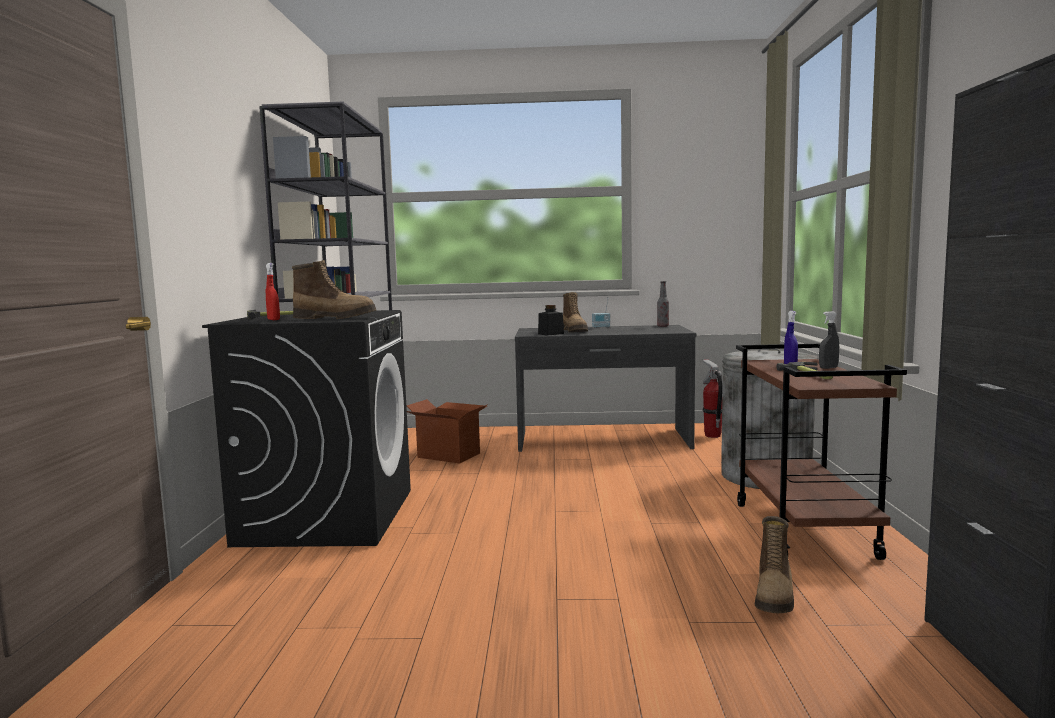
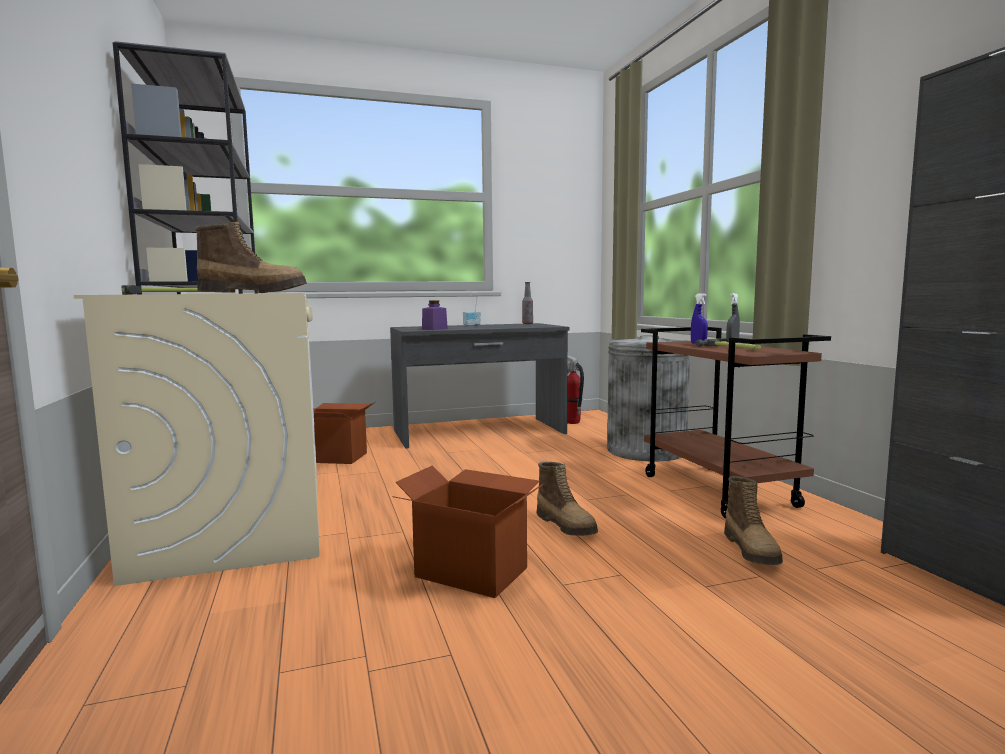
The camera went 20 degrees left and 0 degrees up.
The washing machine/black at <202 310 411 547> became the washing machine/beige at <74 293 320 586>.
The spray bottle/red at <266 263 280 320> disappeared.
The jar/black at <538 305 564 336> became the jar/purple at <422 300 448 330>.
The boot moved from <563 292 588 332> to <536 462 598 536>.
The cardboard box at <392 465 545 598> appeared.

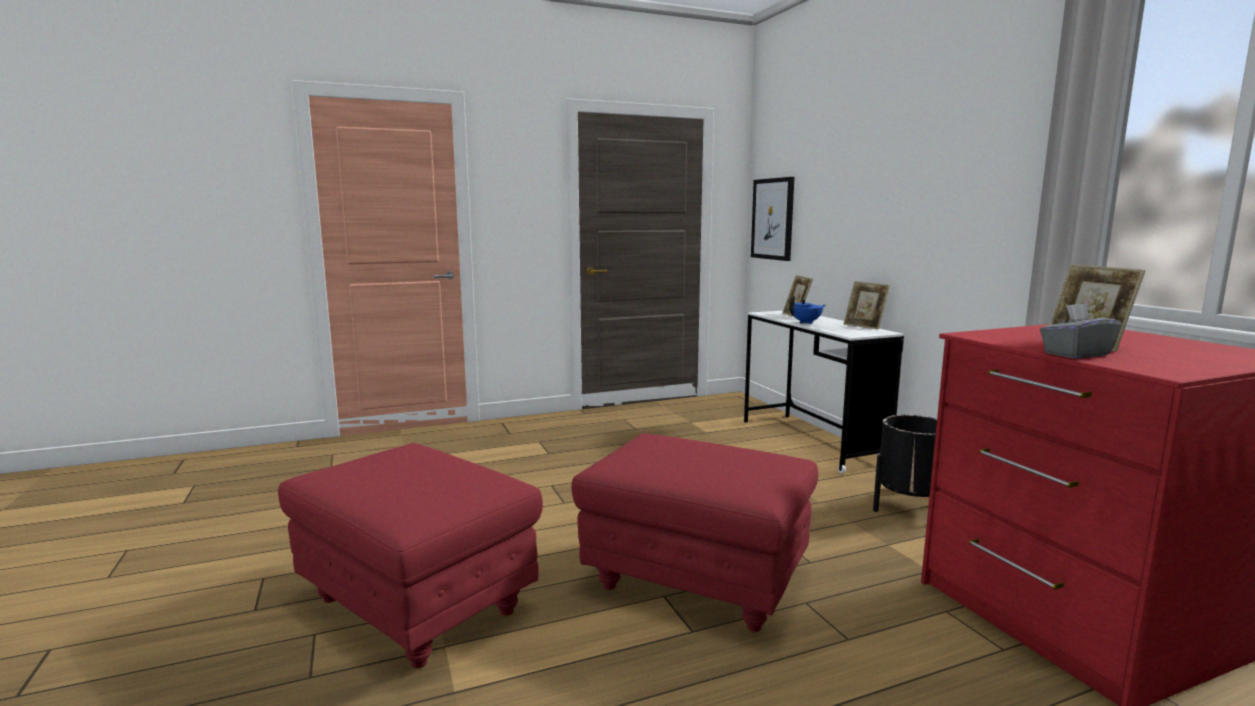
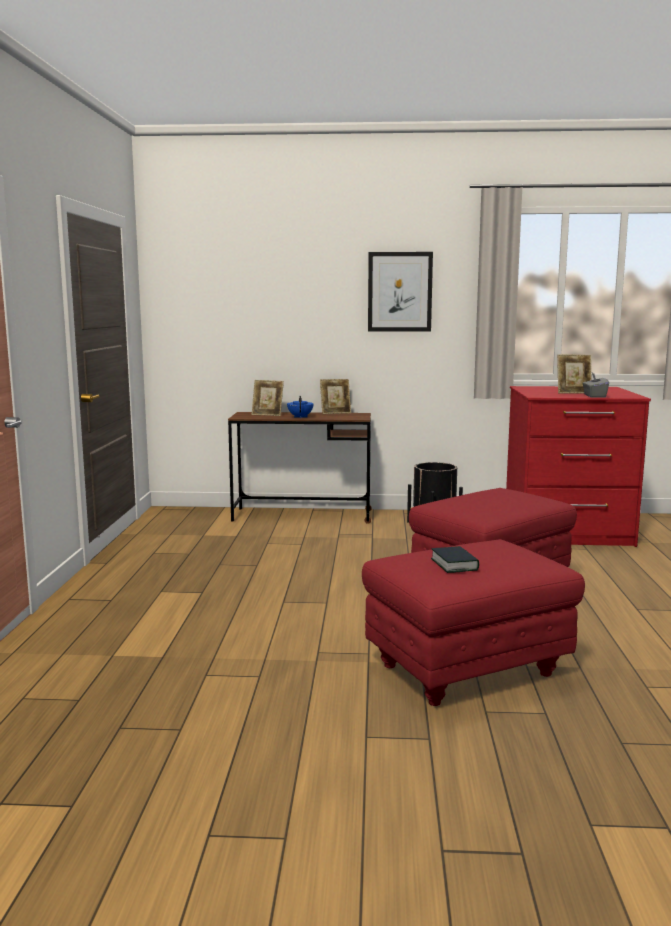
The camera went 65 degrees left and 0 degrees up.
The desk/white at <744 311 904 473> became the desk/brown at <228 412 372 524>.
The picture moved from <751 177 794 261> to <368 252 433 332>.
The book at <431 546 479 573> appeared.

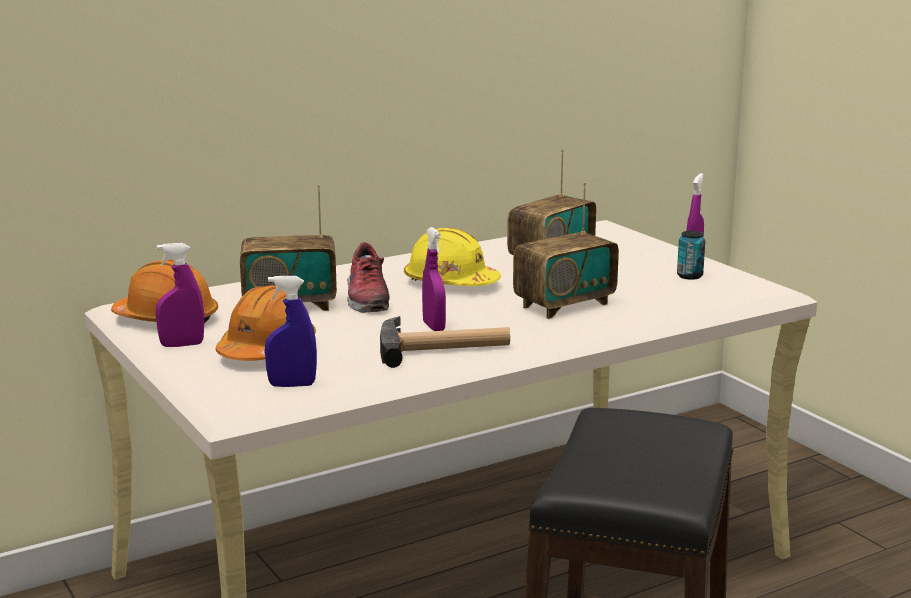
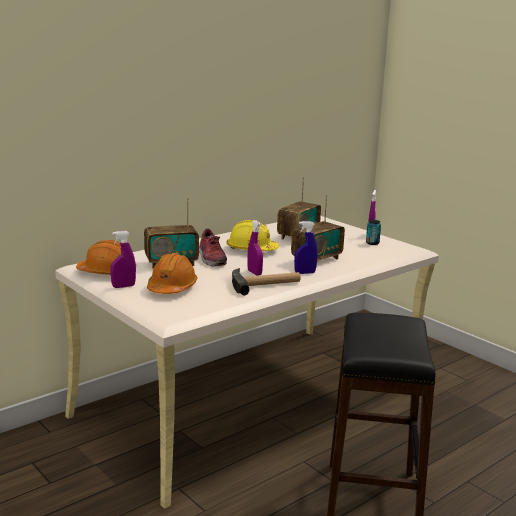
The camera went 10 degrees left and 0 degrees up.
The spray bottle/blue moved from <265 276 317 387> to <294 221 318 274>.

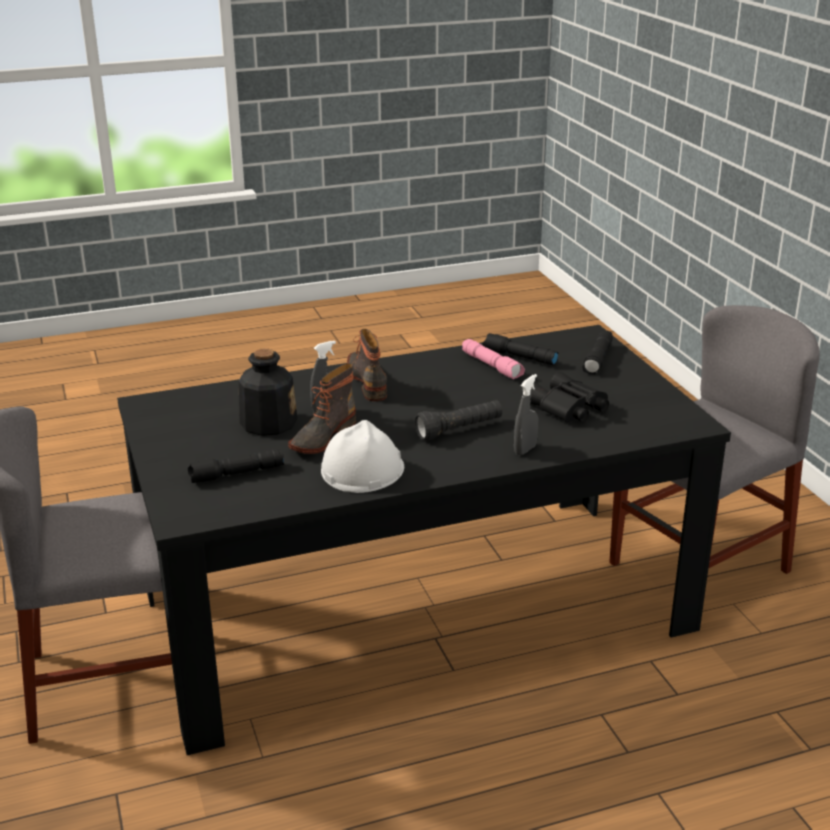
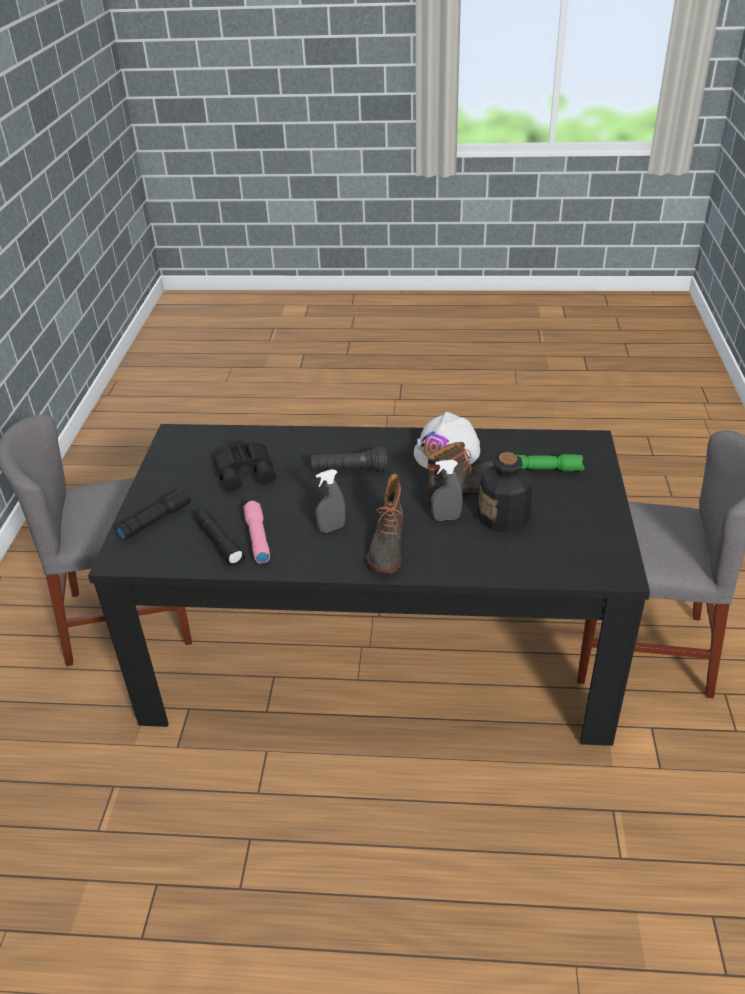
The camera went 155 degrees left and 10 degrees up.
The flashlight/black at <188 449 284 483> became the flashlight/green at <517 454 584 471>.
The spray bottle/grey moved from <514 374 538 455> to <315 469 345 533>.

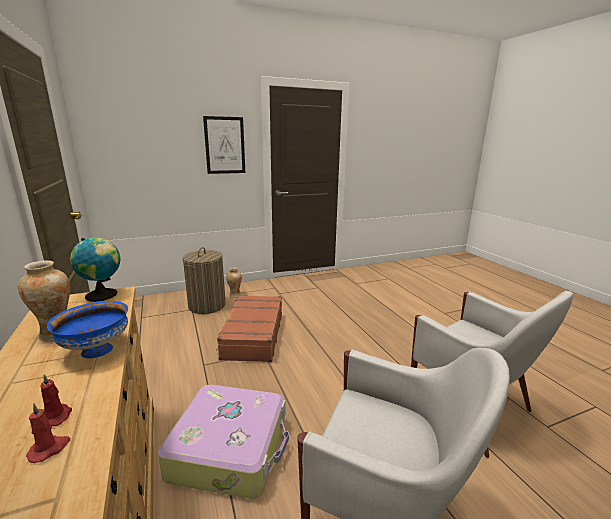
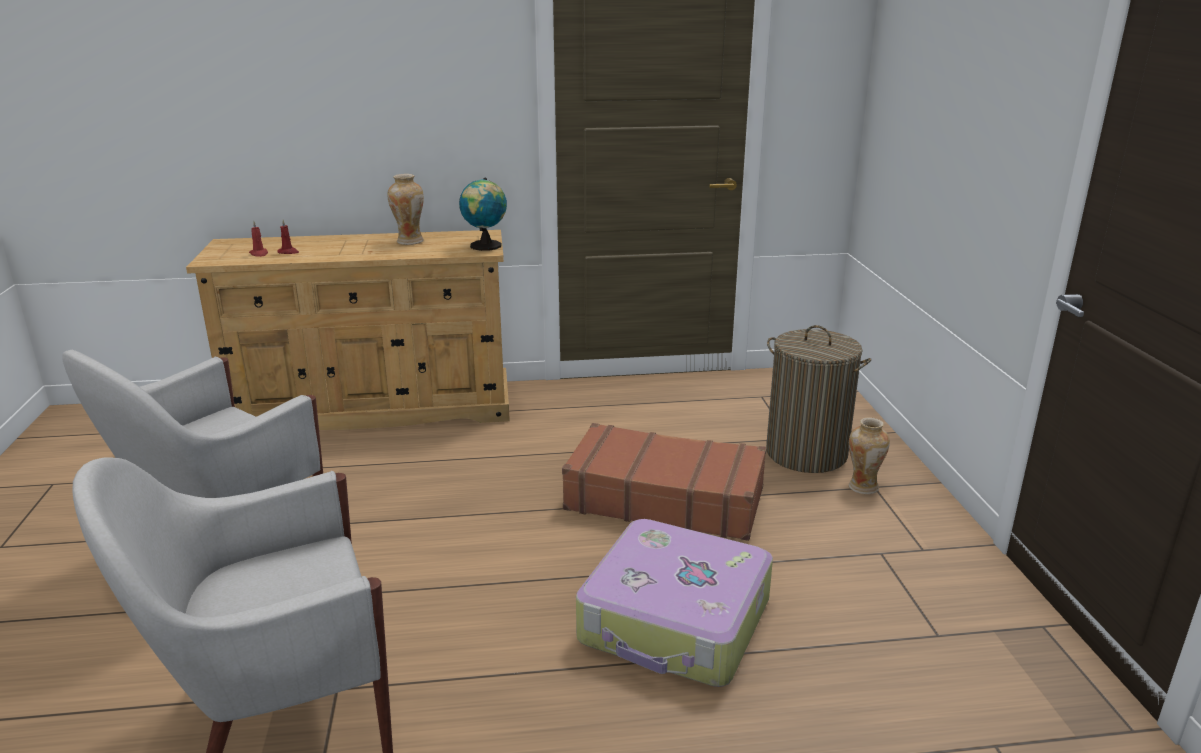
The camera went 105 degrees right and 5 degrees up.
The bowl/blue at <47 301 128 358> disappeared.
The suitcase moved from <158 385 289 499> to <576 519 773 687>.
The picture at <203 116 245 174> disappeared.

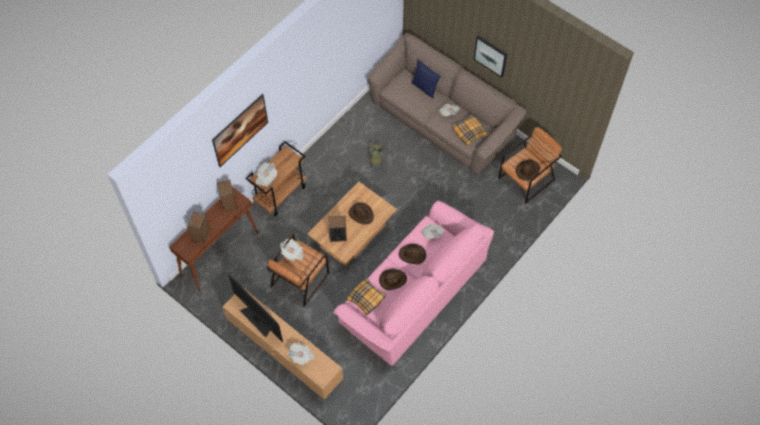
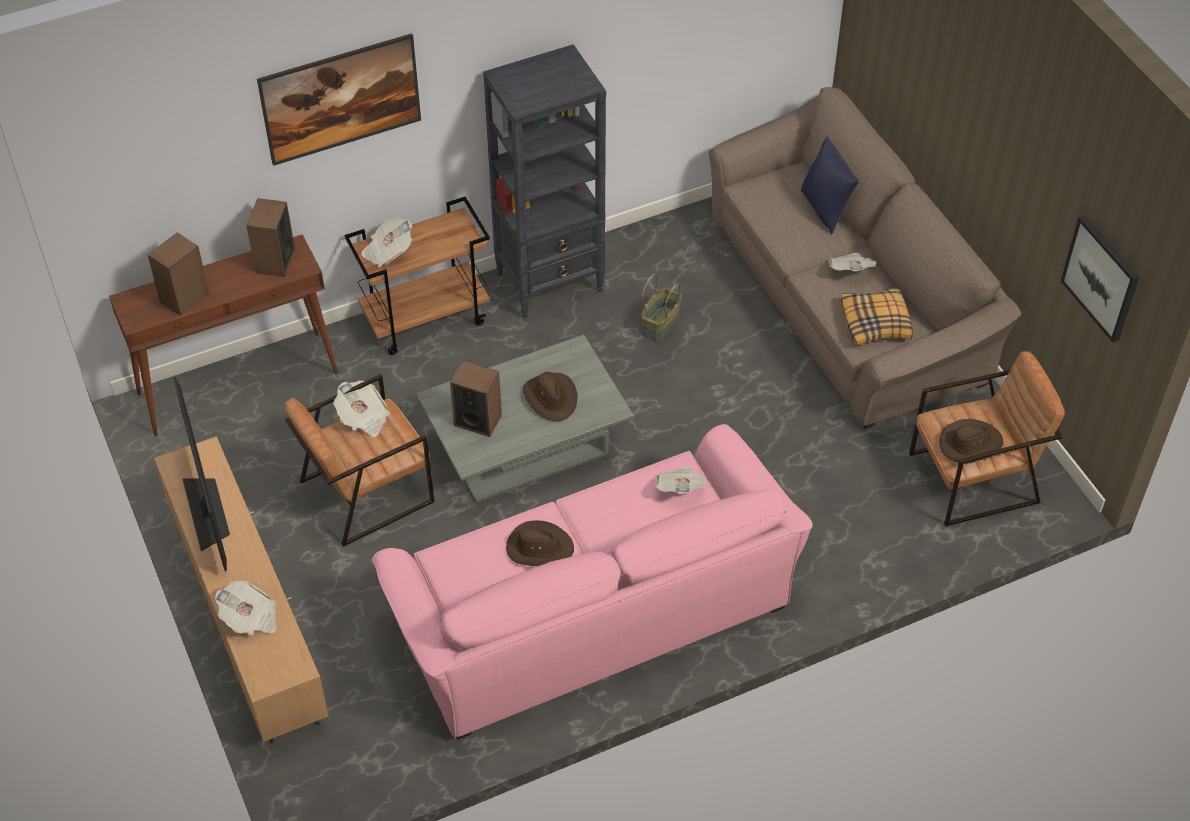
The camera went 25 degrees right and 10 degrees down.
The coffee table/brown at <307 182 397 267> became the coffee table/grey at <416 335 634 503>.
The pillow at <347 278 386 315> disappeared.
The hat/brown at <398 244 426 264> disappeared.
The picture moved from <473 36 507 78> to <1061 215 1139 342>.
The bookcase/black at <483 44 606 318> appeared.

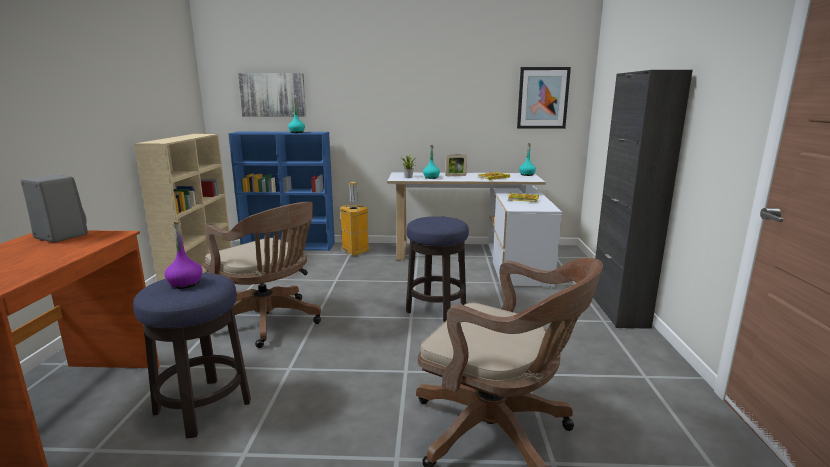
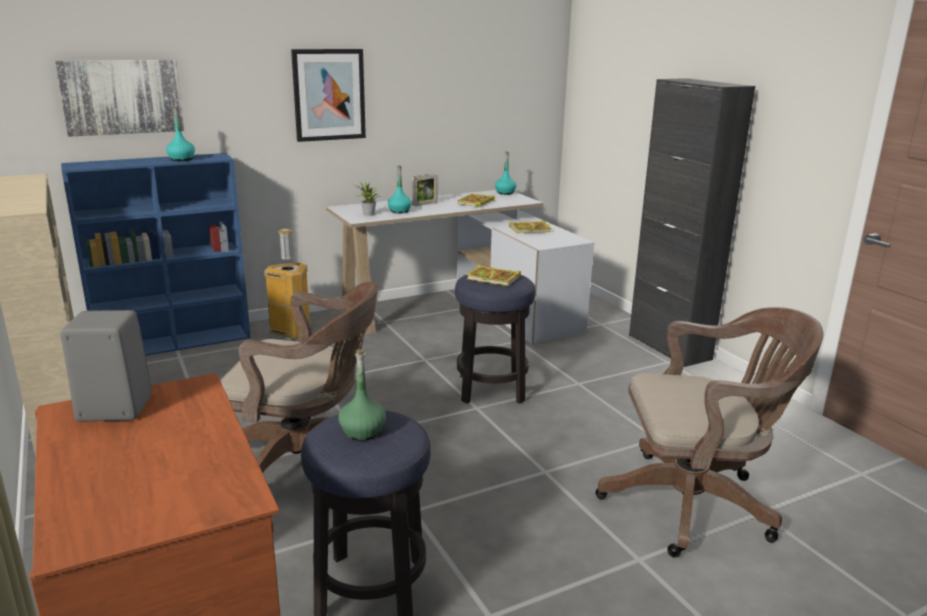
The camera went 30 degrees left and 5 degrees up.
The bottle/purple at <165 221 202 289> became the bottle/green at <339 350 386 441>.
The picture moved from <517 67 571 129> to <291 49 366 142>.
The book at <467 265 521 286> appeared.

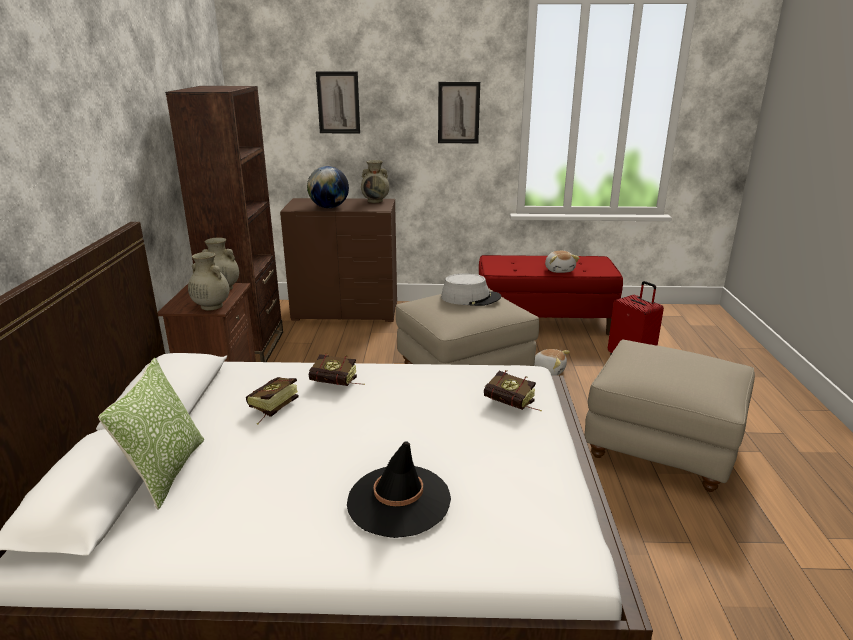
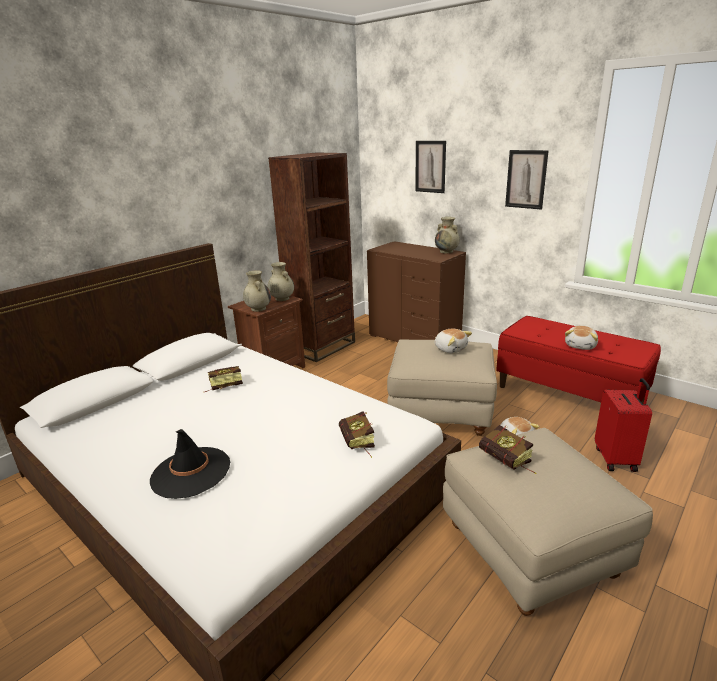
The camera went 40 degrees right and 0 degrees up.
The pillow at <98 358 204 510> disappeared.
The globe at <307 166 349 208> disappeared.
The book moved from <308 353 365 386> to <479 425 536 474>.
The hat/grey at <441 274 501 306> was replaced by the plush toy at <435 329 472 353>.

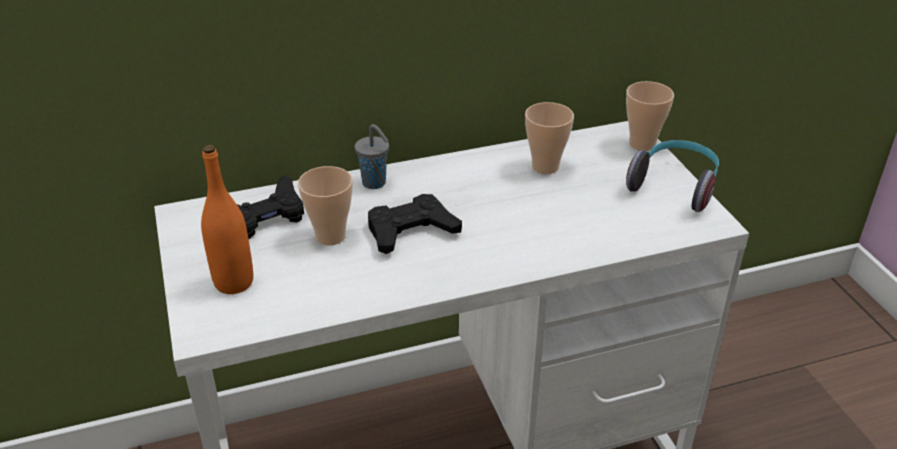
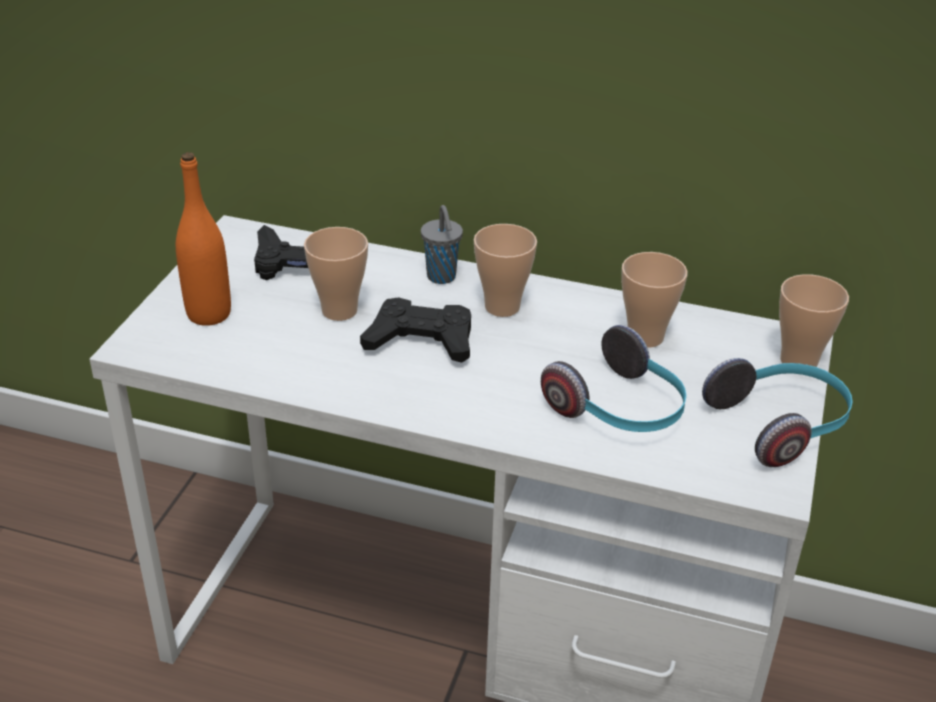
The camera went 35 degrees right and 0 degrees up.
The cup at <474 224 537 317> appeared.
The headphones at <541 325 686 432> appeared.

